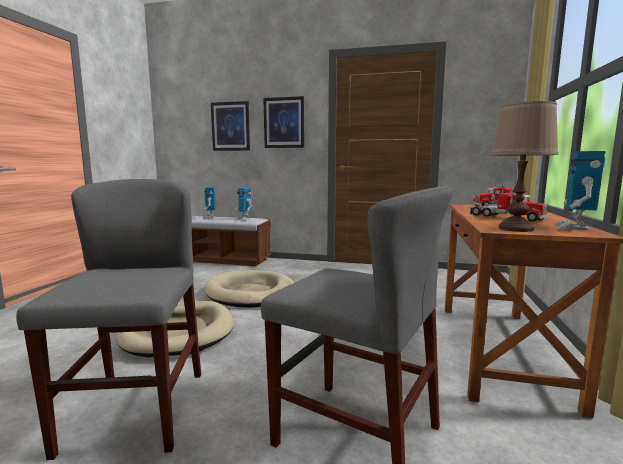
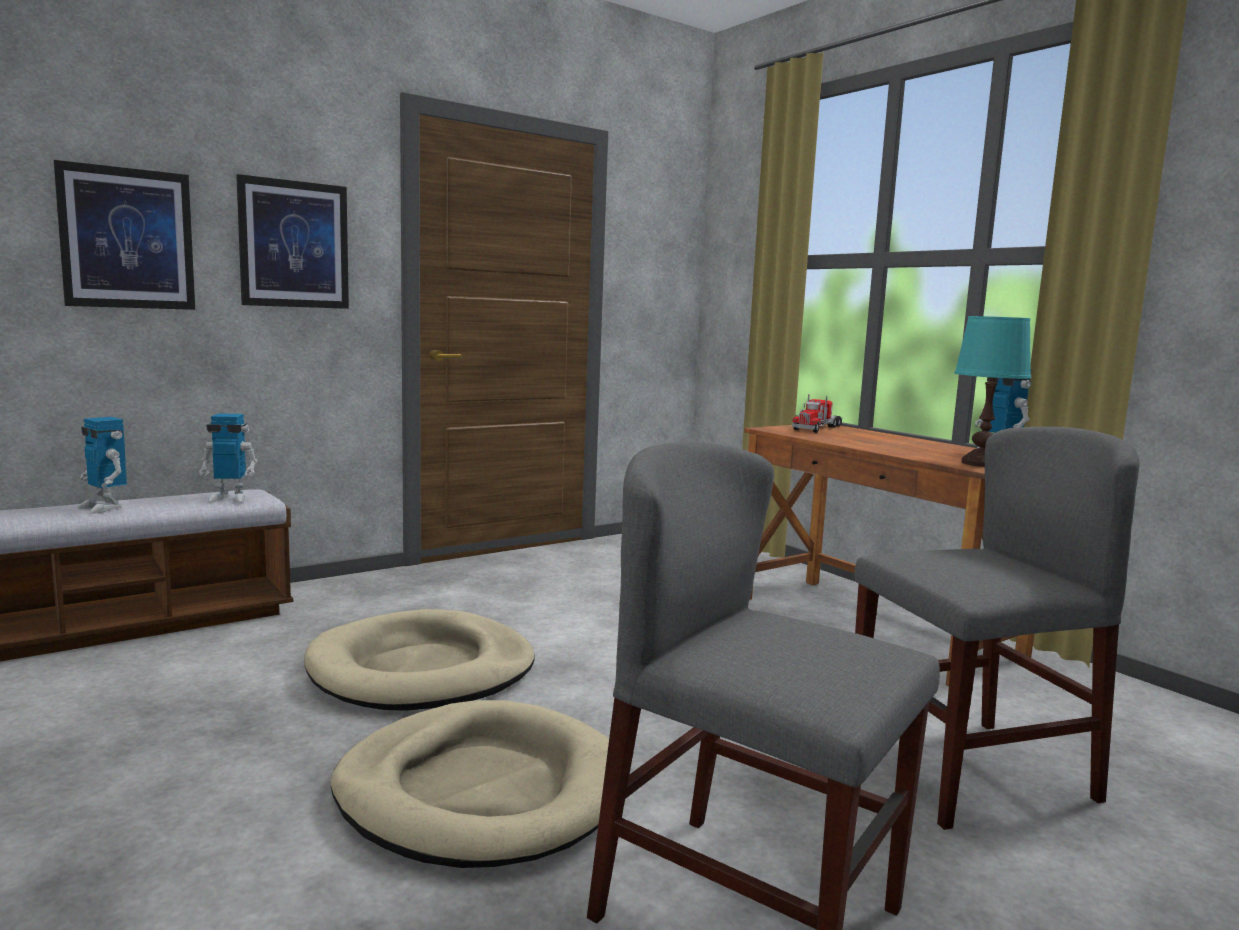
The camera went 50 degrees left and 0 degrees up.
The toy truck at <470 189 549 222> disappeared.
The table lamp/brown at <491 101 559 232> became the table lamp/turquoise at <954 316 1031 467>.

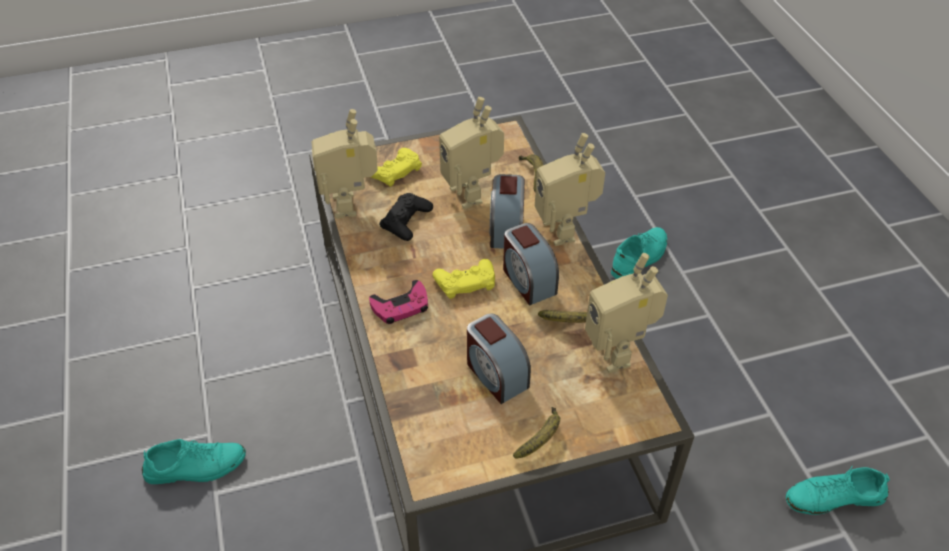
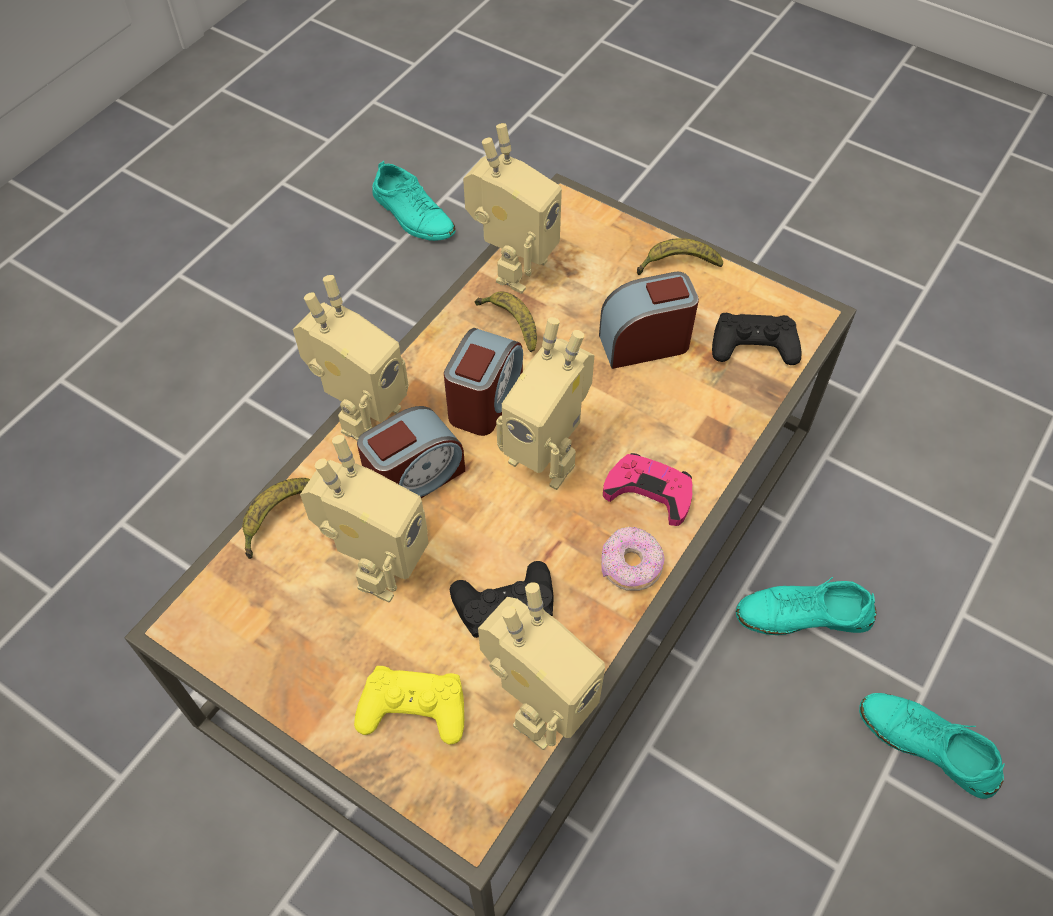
The camera went 130 degrees left and 10 degrees up.
The game controller/yellow at <432 259 495 299> was replaced by the toy robot at <496 317 595 490>.
The alarm clock at <467 314 531 404> turned 120 degrees counterclockwise.
The shoe/turquoise moved from <611 227 667 279> to <736 577 876 635>.
The donut at <600 526 665 591> appeared.
The game controller/black at <712 313 802 365> appeared.

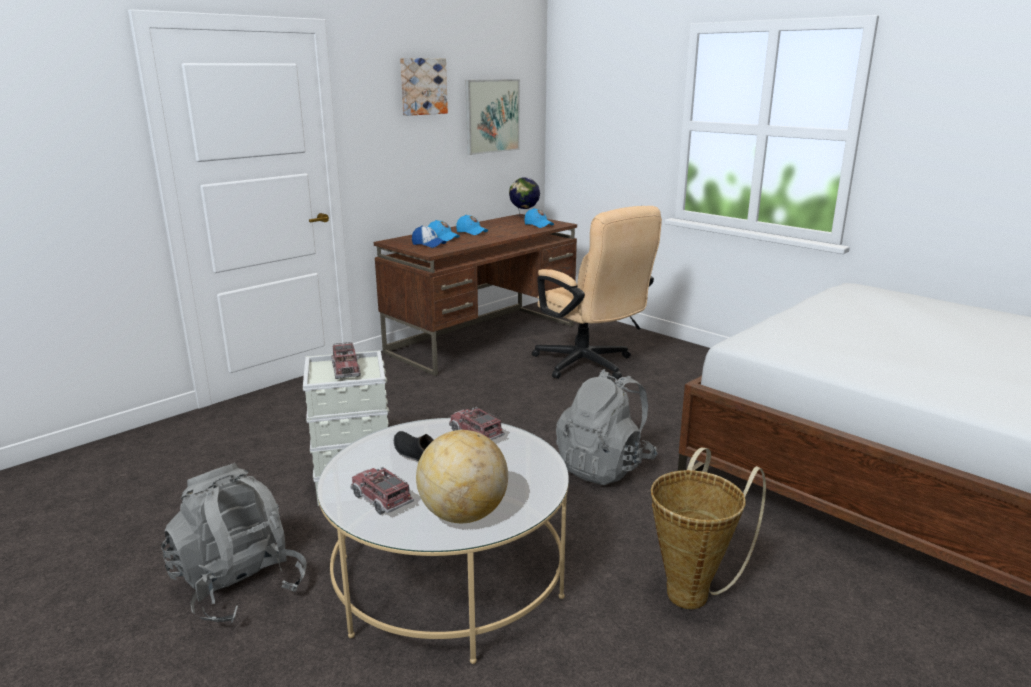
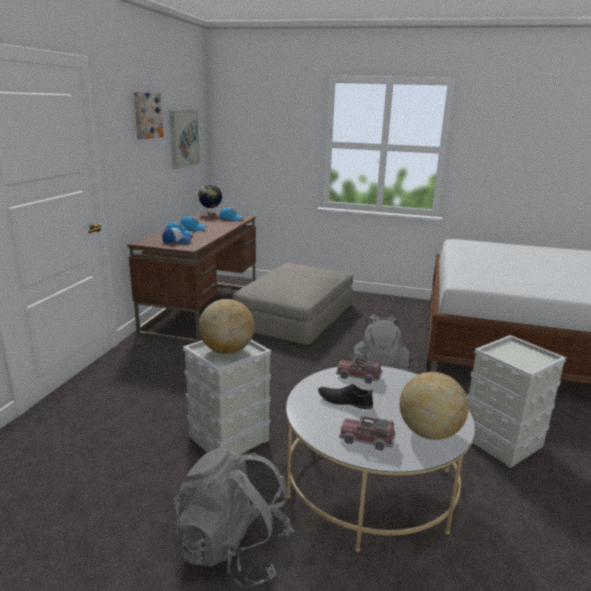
The camera went 30 degrees left and 0 degrees up.
The toy truck at <332 342 361 379> was replaced by the globe at <199 299 254 354>.
The office chair/beige at <532 206 662 380> was replaced by the ottoman/beige at <232 263 353 345>.
The basket at <651 447 766 609> was replaced by the storage box/grey at <467 335 566 468>.

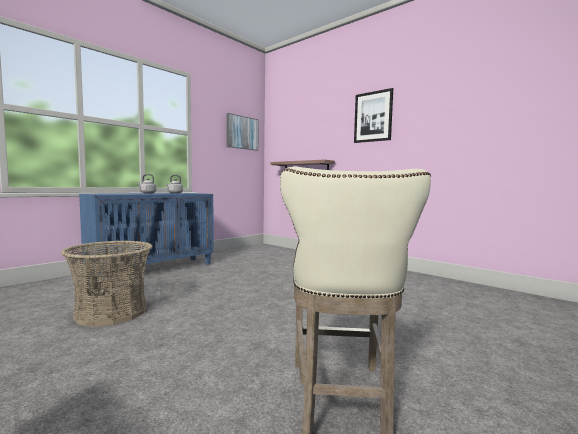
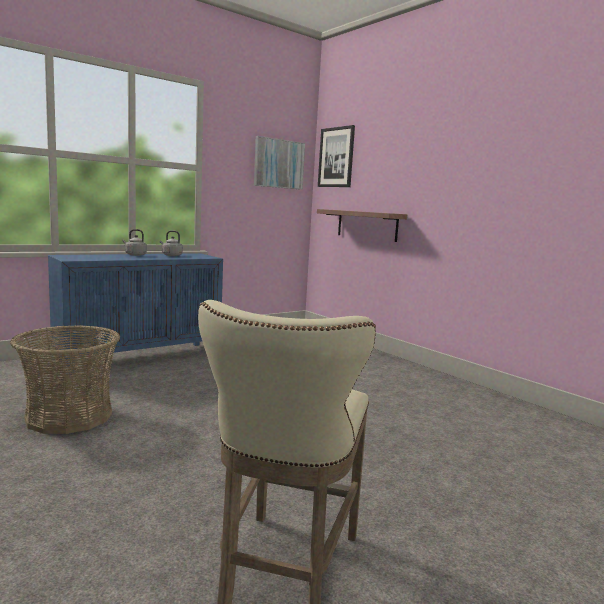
The camera went 10 degrees right and 5 degrees up.
The picture moved from <354 88 393 143> to <318 125 355 187>.

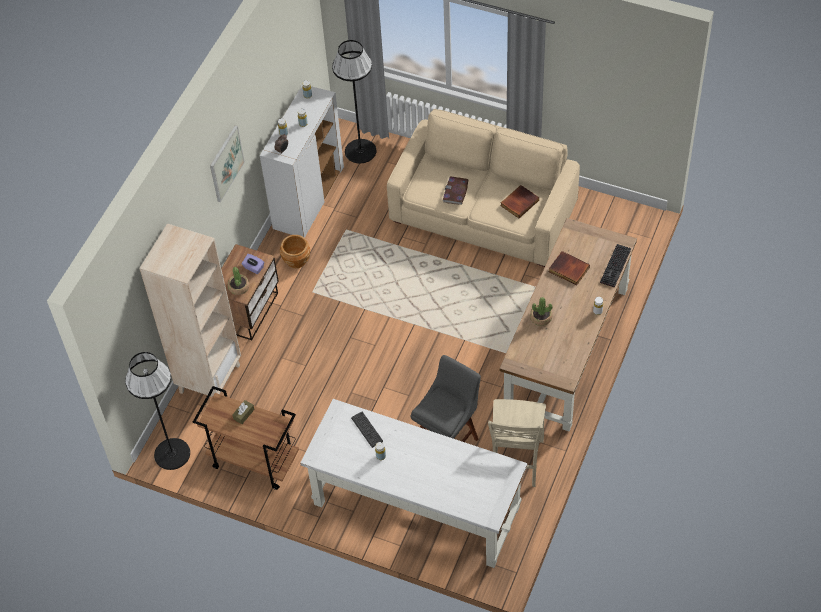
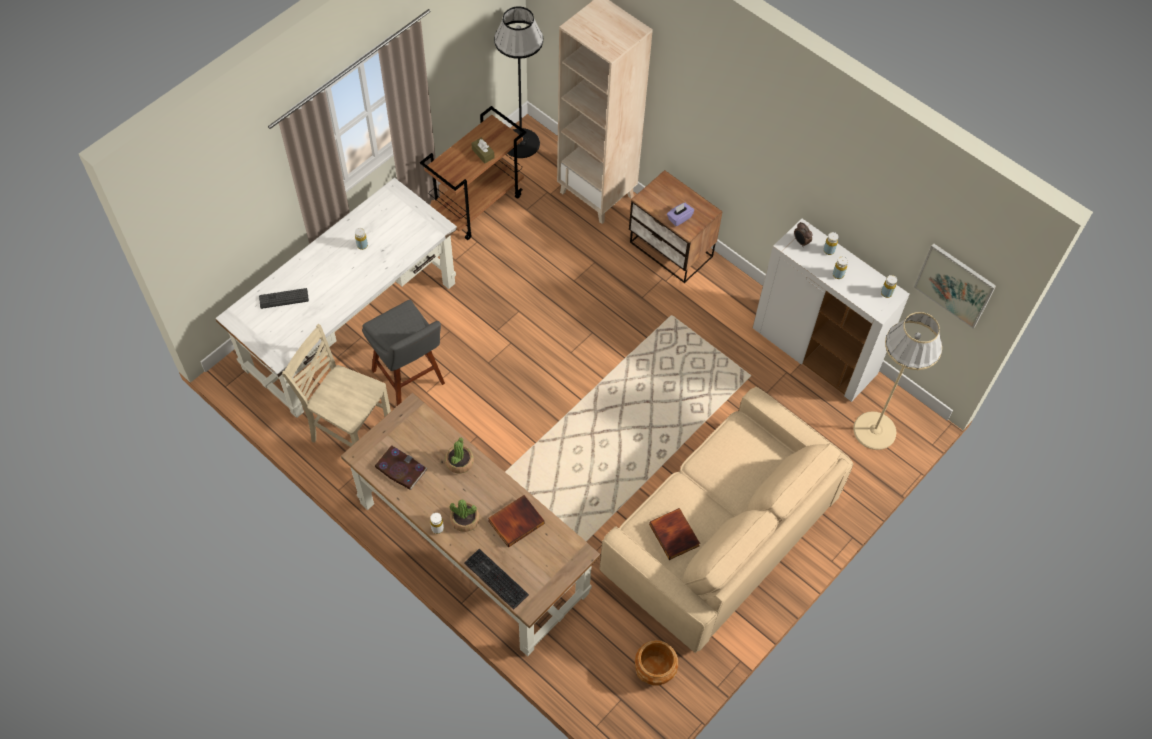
The camera went 105 degrees right and 5 degrees up.
The picture moved from <210 125 245 202> to <914 244 996 329>.
The potted plant moved from <228 267 249 295> to <450 500 480 532>.
The planter/brown moved from <280 235 310 268> to <635 640 678 685>.
The floor lamp/black at <332 40 377 164> became the floor lamp/beige at <853 312 942 450>.
The keyboard moved from <351 412 383 448> to <259 288 309 309>.
The book moved from <443 177 468 205> to <375 445 427 490>.

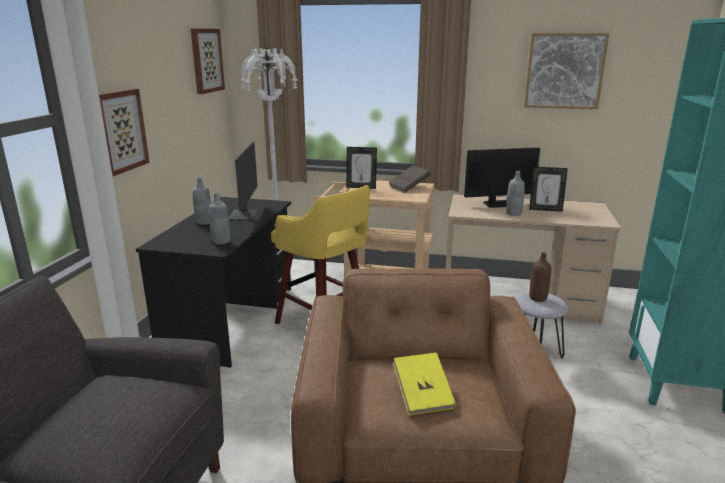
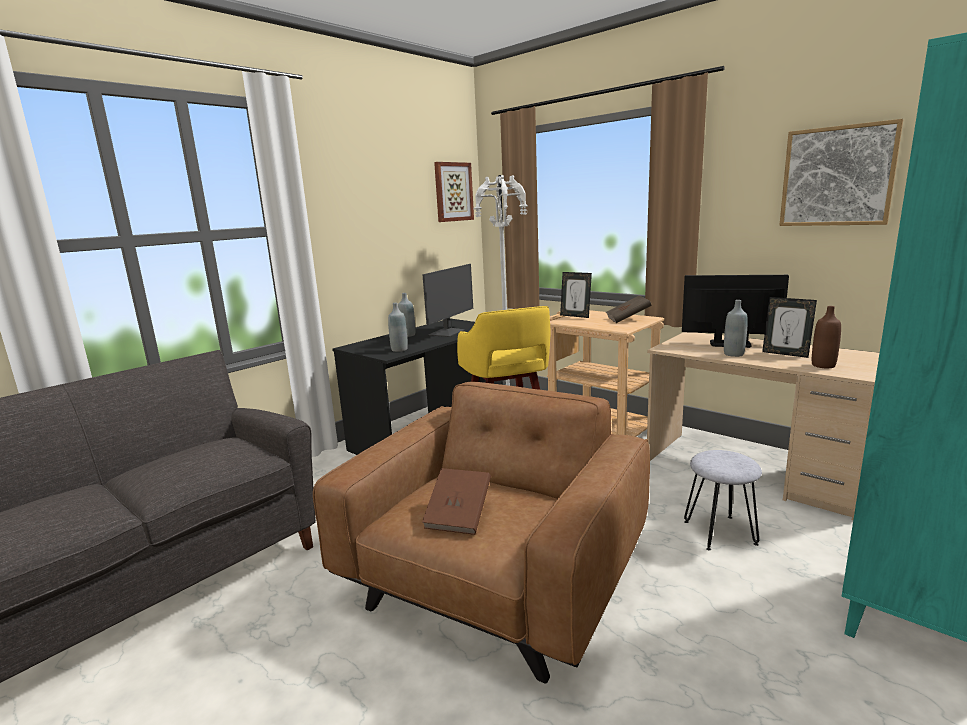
The camera went 30 degrees right and 5 degrees down.
The picture at <99 89 150 176> disappeared.
The book/yellow at <393 352 456 416> became the book/brown at <422 468 491 535>.
The bottle/brown moved from <529 252 551 302> to <812 306 841 368>.

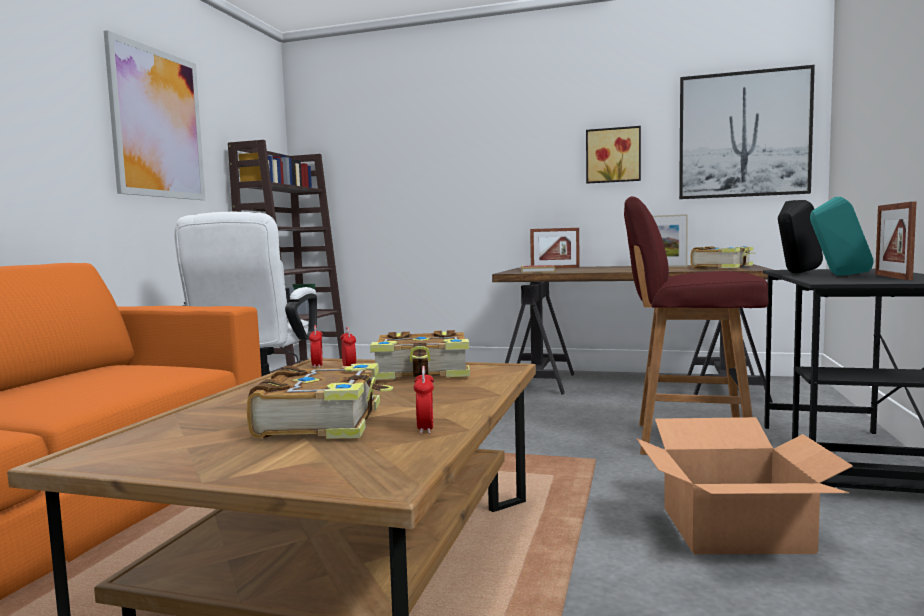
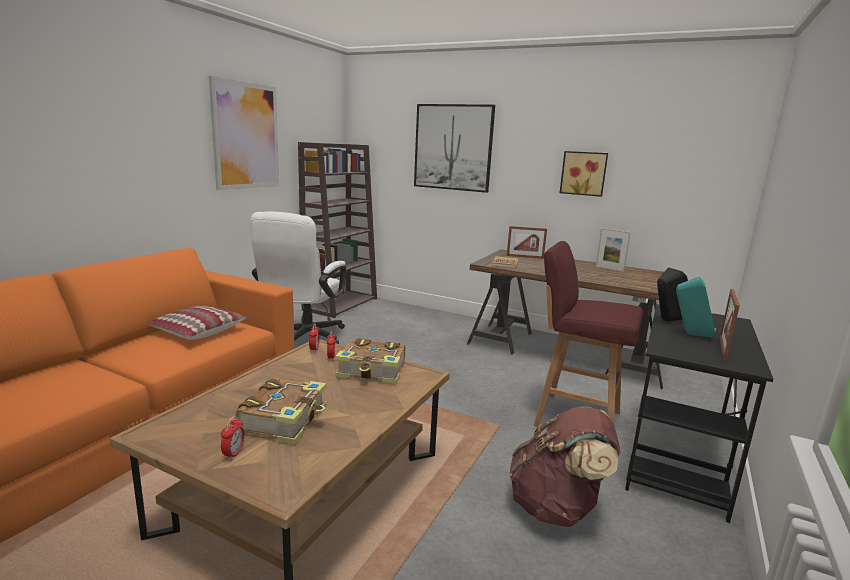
The camera went 10 degrees right and 10 degrees up.
The alarm clock moved from <413 366 434 434> to <221 416 244 460>.
The cardboard box at <636 417 853 554> was replaced by the backpack/brown at <509 407 621 527>.
The picture moved from <679 65 815 199> to <414 104 495 193>.
The book at <690 246 755 269> disappeared.
The pillow at <149 305 247 340> appeared.

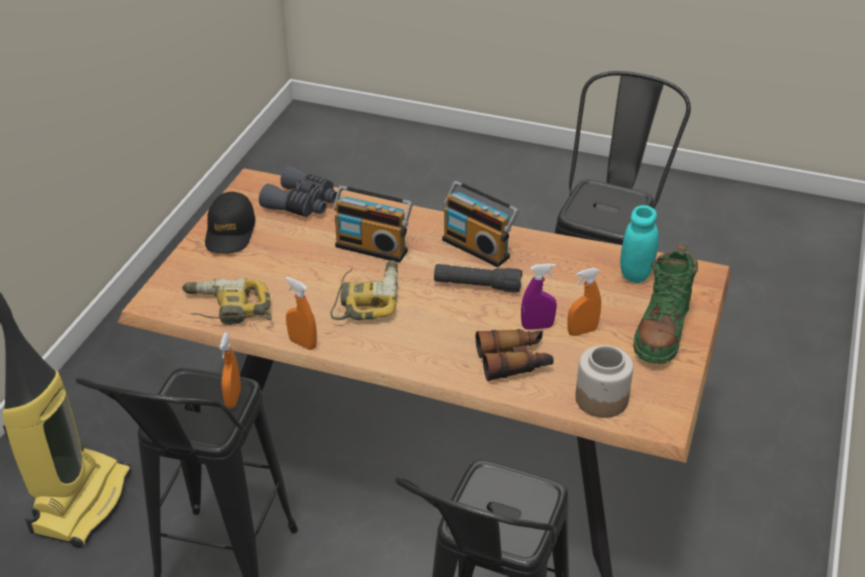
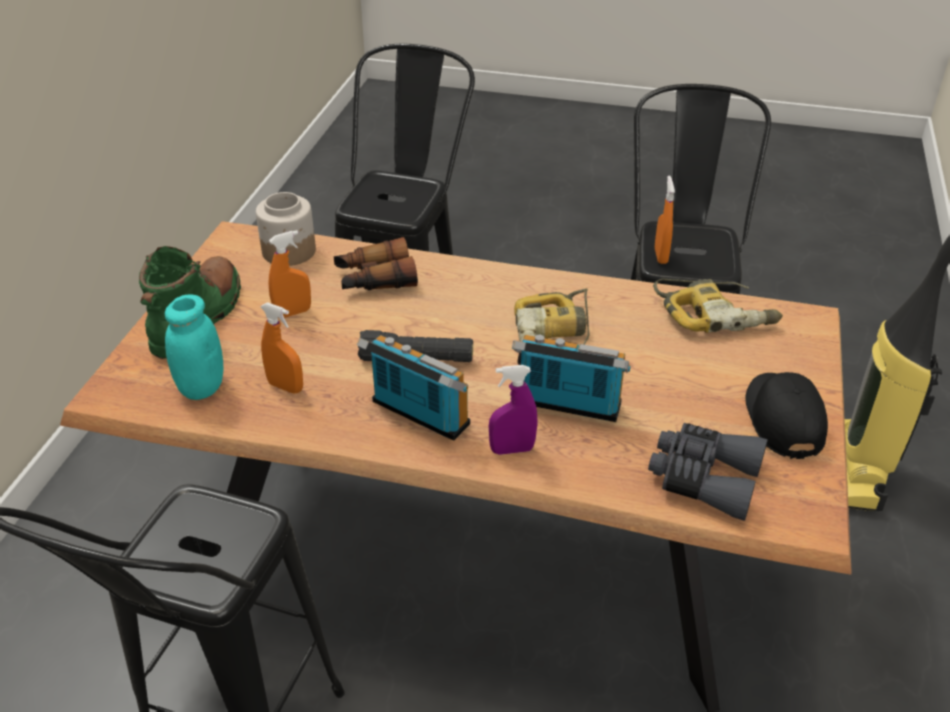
The camera went 175 degrees right and 0 degrees up.
The spray bottle/orange moved from <285 277 317 350> to <261 302 303 393>.
The spray bottle/purple moved from <521 263 557 330> to <489 365 538 455>.

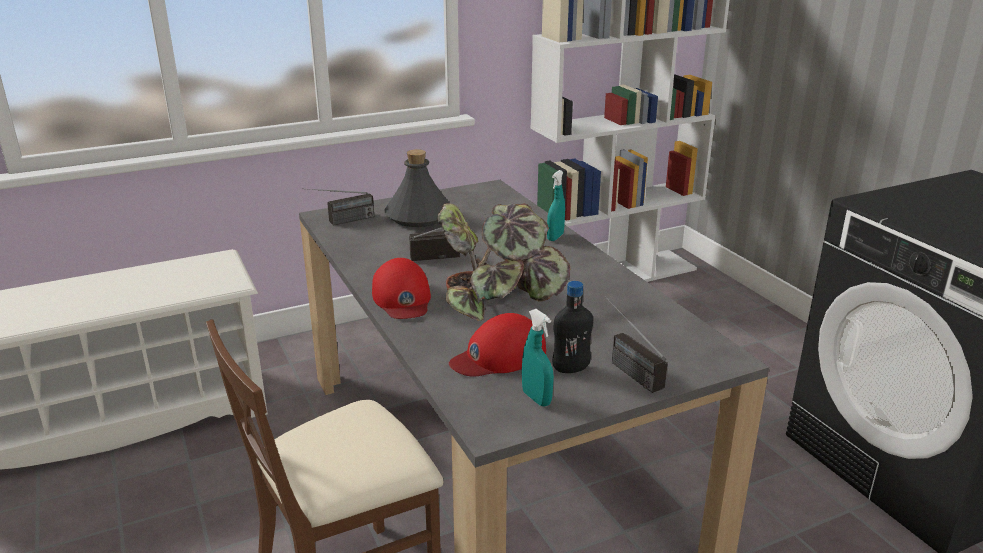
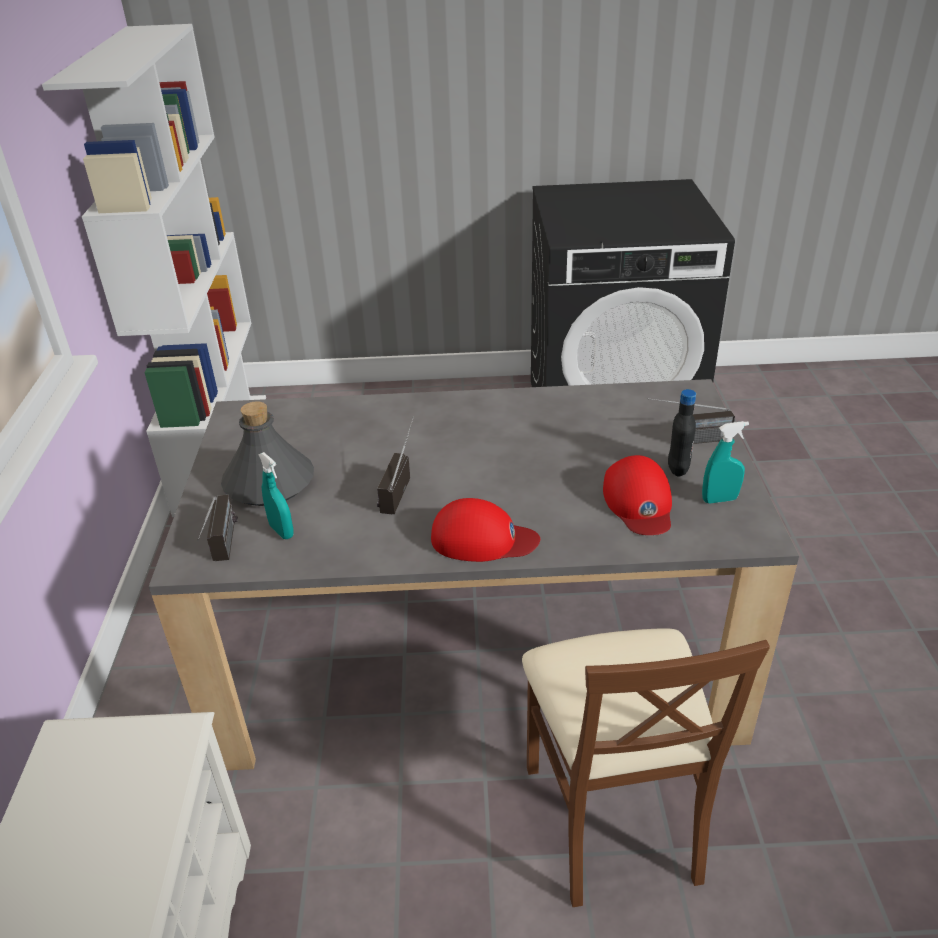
The camera went 65 degrees left and 10 degrees up.
The potted plant at <437 203 570 321> disappeared.
The spray bottle/turquoise moved from <547 170 565 241> to <258 452 294 539>.

